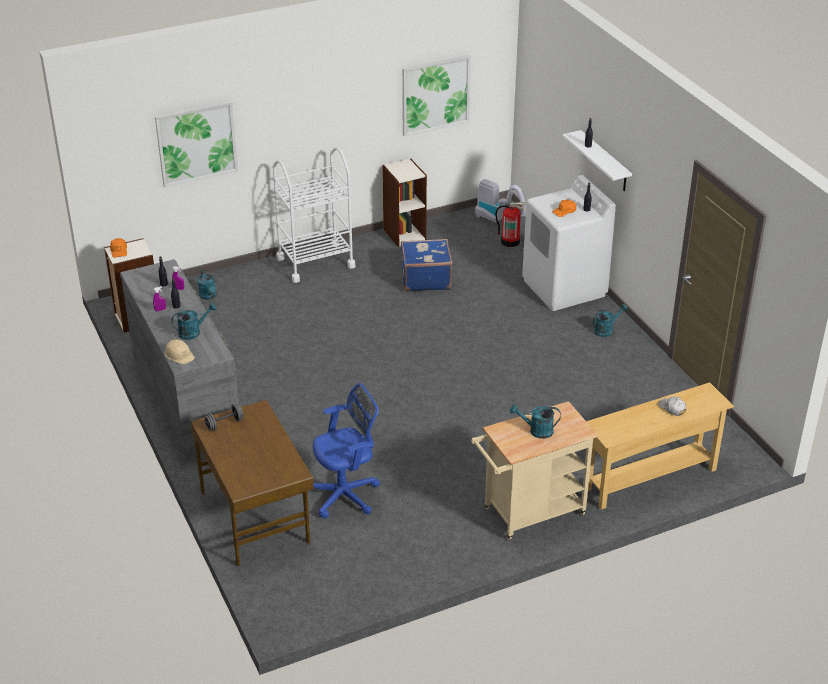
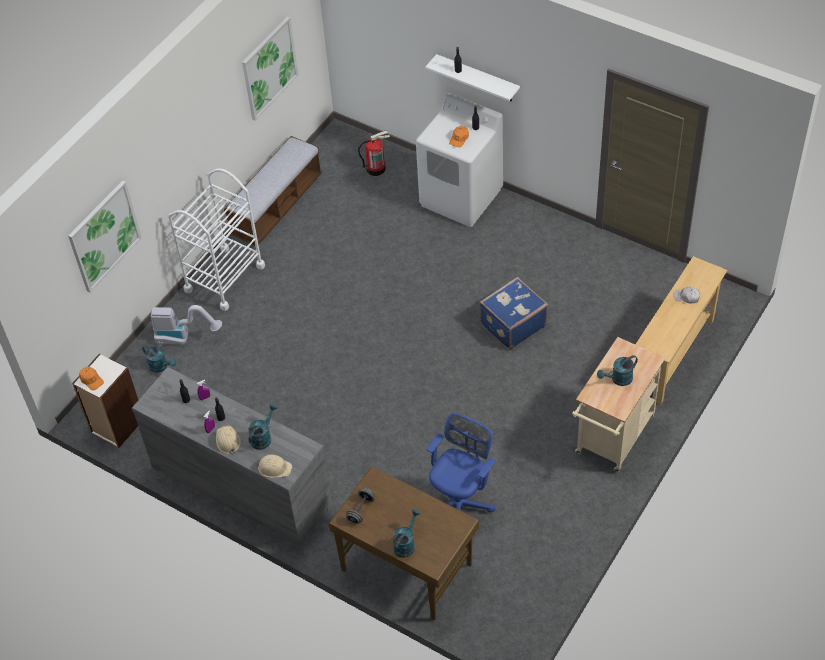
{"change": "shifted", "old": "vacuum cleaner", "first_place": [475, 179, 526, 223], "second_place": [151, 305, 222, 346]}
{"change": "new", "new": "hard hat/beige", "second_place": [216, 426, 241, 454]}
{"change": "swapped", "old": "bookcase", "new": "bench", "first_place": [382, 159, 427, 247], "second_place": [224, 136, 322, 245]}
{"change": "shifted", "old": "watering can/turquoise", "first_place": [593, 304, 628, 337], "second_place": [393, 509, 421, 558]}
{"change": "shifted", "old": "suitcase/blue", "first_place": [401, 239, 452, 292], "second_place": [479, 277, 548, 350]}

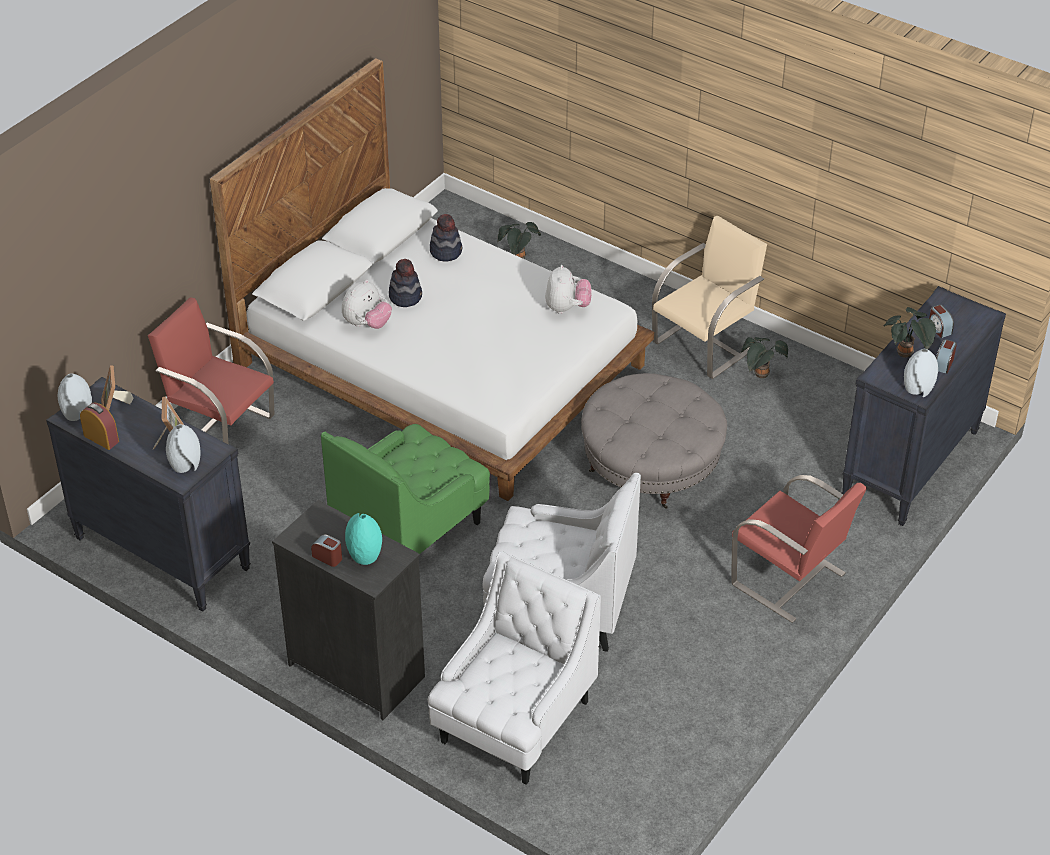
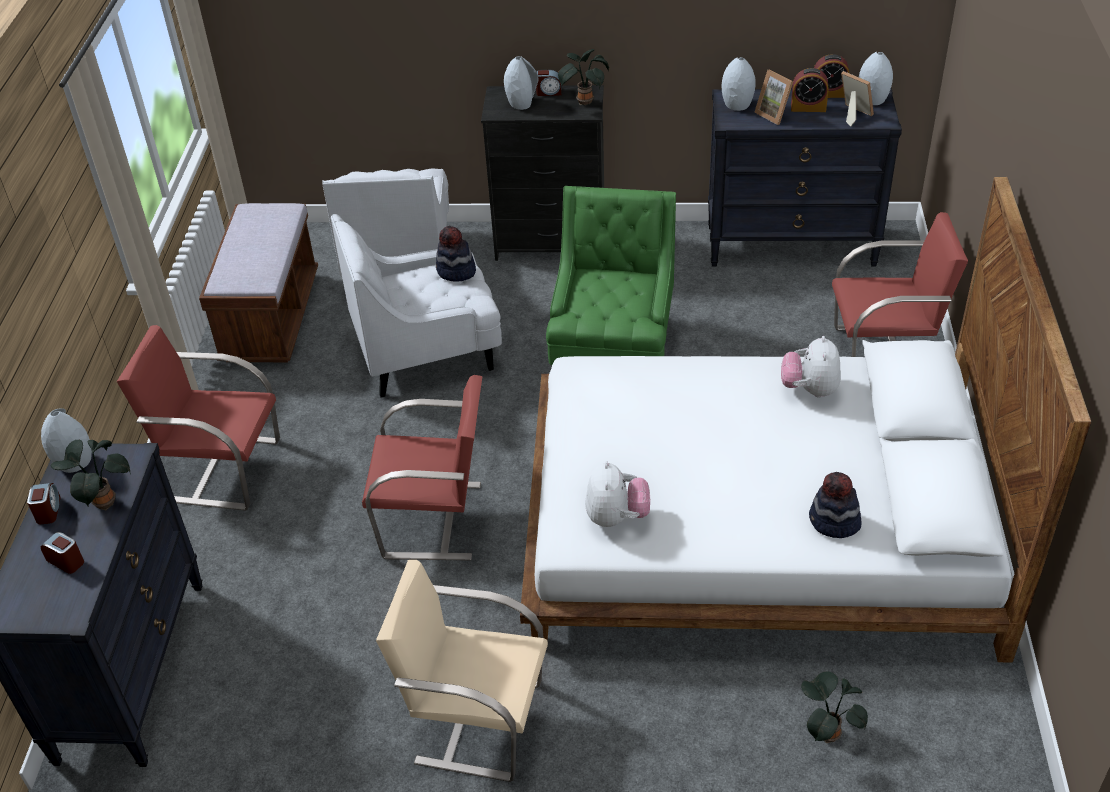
{"change": "new", "new": "bench/brown", "second_place": [199, 203, 318, 362]}
{"change": "swapped", "old": "ottoman/grey", "new": "chair/red", "first_place": [581, 373, 727, 509], "second_place": [362, 375, 483, 561]}
{"change": "rotated", "old": "chair/beige", "first_place": [652, 216, 767, 379], "second_place": [376, 560, 548, 782], "degrees": 90}
{"change": "shifted", "old": "hat", "first_place": [389, 259, 422, 307], "second_place": [436, 226, 476, 282]}
{"change": "repainted", "old": "vase/turquoise", "new": "vase/grey", "first_place": [345, 513, 382, 565], "second_place": [504, 56, 538, 110]}
{"change": "shifted", "old": "potted plant", "first_place": [741, 337, 788, 379], "second_place": [558, 49, 609, 105]}
{"change": "rotated", "old": "plush toy", "first_place": [545, 265, 592, 314], "second_place": [585, 461, 650, 527], "degrees": -150}
{"change": "new", "new": "alarm clock", "second_place": [791, 68, 828, 112]}

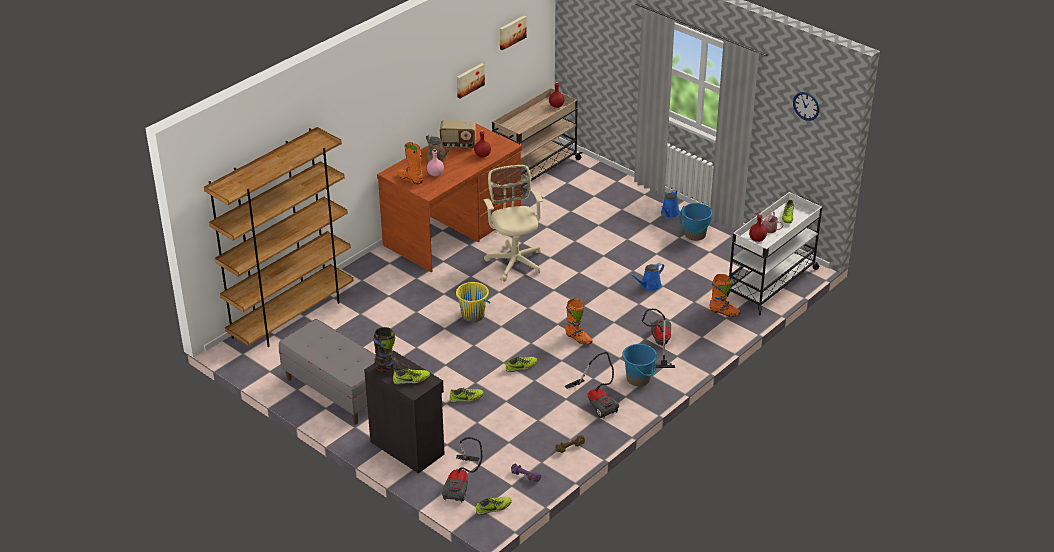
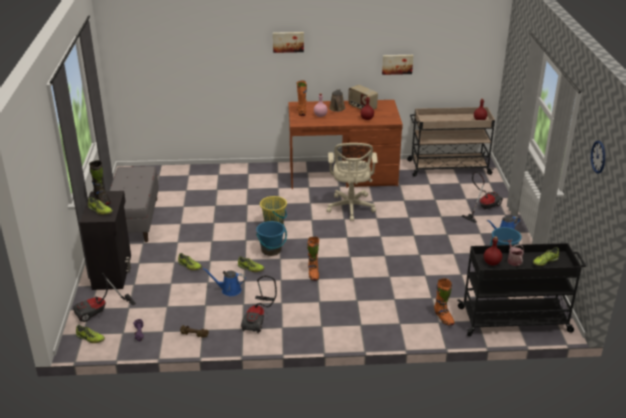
{"change": "shifted", "old": "watering can/blue", "first_place": [630, 263, 664, 291], "second_place": [203, 268, 246, 296]}
{"change": "shifted", "old": "bucket/blue", "first_place": [622, 343, 657, 386], "second_place": [256, 221, 287, 256]}
{"change": "shifted", "old": "picture", "first_place": [500, 16, 526, 50], "second_place": [273, 32, 304, 53]}
{"change": "rotated", "old": "office chair/beige", "first_place": [483, 165, 543, 282], "second_place": [326, 143, 378, 221], "degrees": 150}
{"change": "repainted", "old": "cart/white", "new": "cart/black", "first_place": [727, 192, 822, 315], "second_place": [457, 243, 586, 337]}
{"change": "shifted", "old": "vacuum cleaner", "first_place": [642, 309, 675, 368], "second_place": [461, 172, 503, 223]}
{"change": "gone", "old": "bookcase/brown", "first_place": [204, 127, 353, 347]}

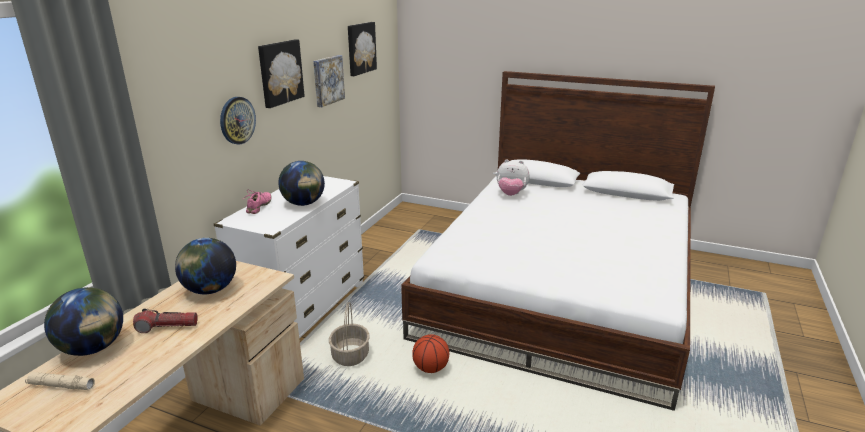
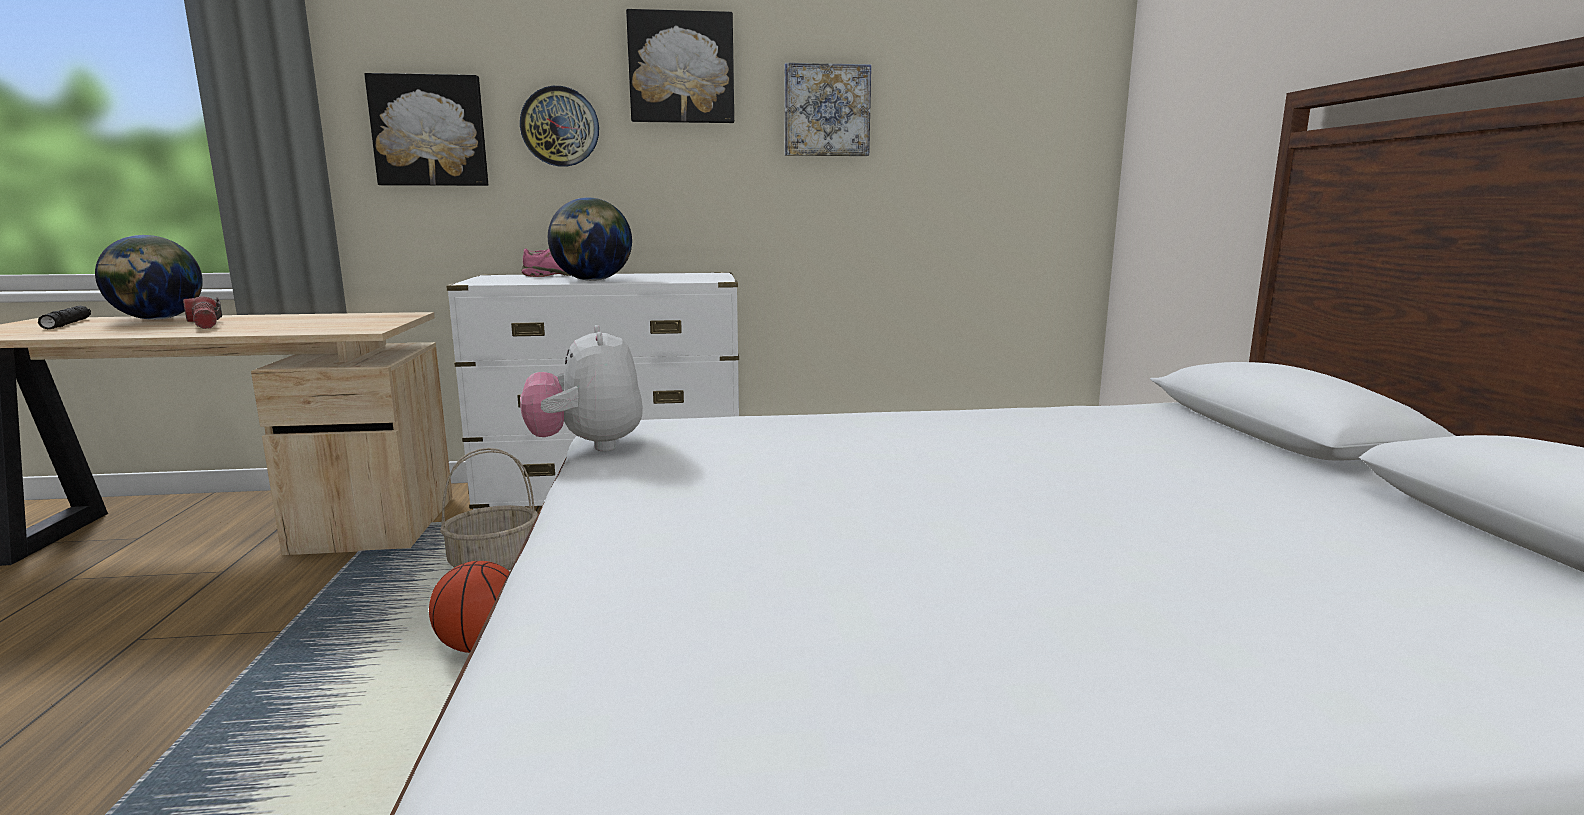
{"change": "repainted", "old": "flashlight/beige", "new": "flashlight/black", "first_place": [25, 372, 95, 390], "second_place": [38, 305, 91, 329]}
{"change": "shifted", "old": "picture", "first_place": [348, 22, 377, 76], "second_place": [364, 73, 488, 186]}
{"change": "shifted", "old": "plush toy", "first_place": [497, 159, 530, 196], "second_place": [520, 325, 643, 451]}
{"change": "gone", "old": "globe", "first_place": [175, 238, 236, 294]}

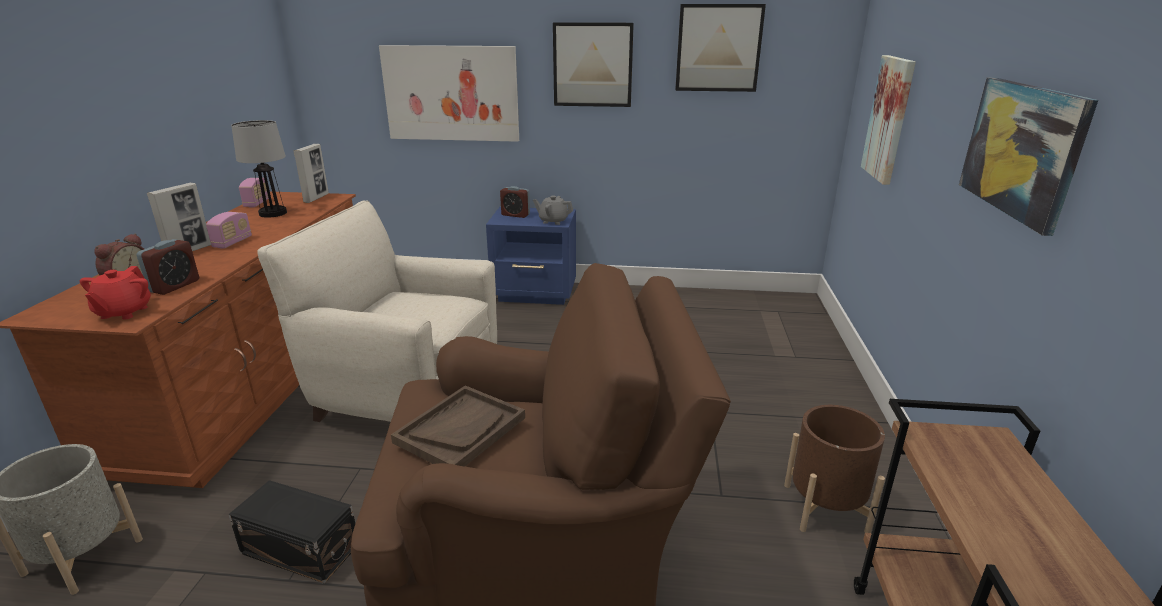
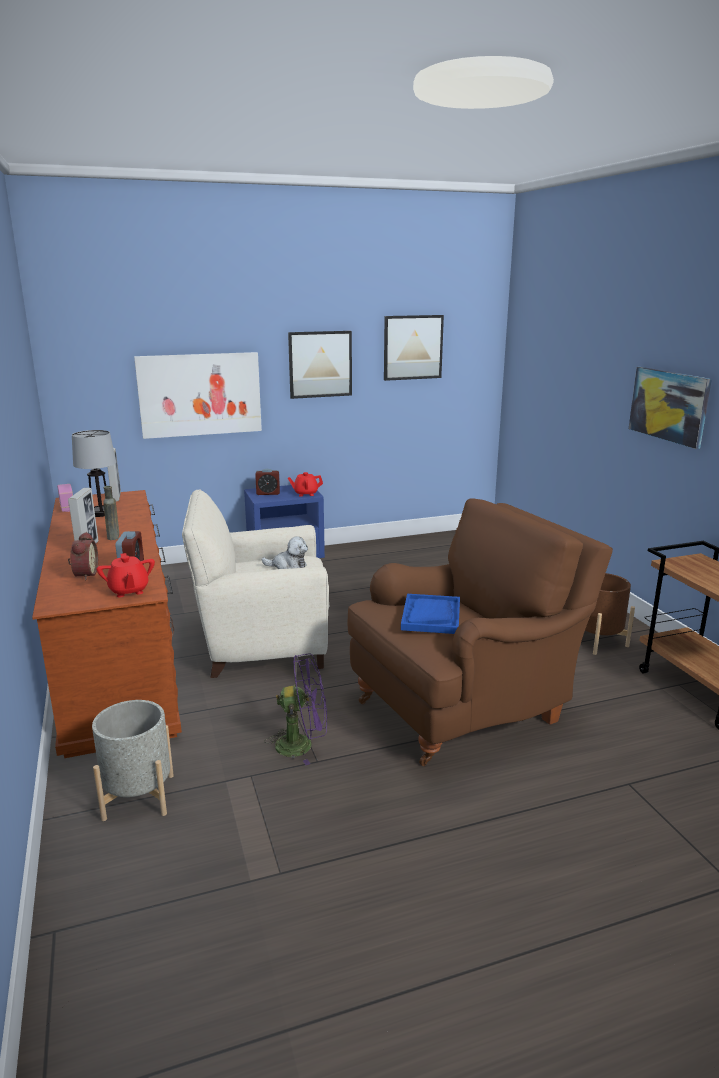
{"change": "swapped", "old": "radio", "new": "bottle/brown", "first_place": [206, 212, 252, 249], "second_place": [103, 486, 119, 540]}
{"change": "new", "new": "plush toy", "second_place": [262, 536, 308, 569]}
{"change": "swapped", "old": "storage box/black", "new": "fan/purple", "first_place": [228, 480, 355, 583], "second_place": [264, 653, 327, 765]}
{"change": "repainted", "old": "teapot/grey", "new": "teapot/red", "first_place": [533, 196, 573, 225], "second_place": [288, 472, 323, 496]}
{"change": "repainted", "old": "tray/brown", "new": "tray/blue", "first_place": [391, 386, 525, 467], "second_place": [401, 594, 460, 634]}
{"change": "gone", "old": "picture", "first_place": [861, 55, 916, 185]}

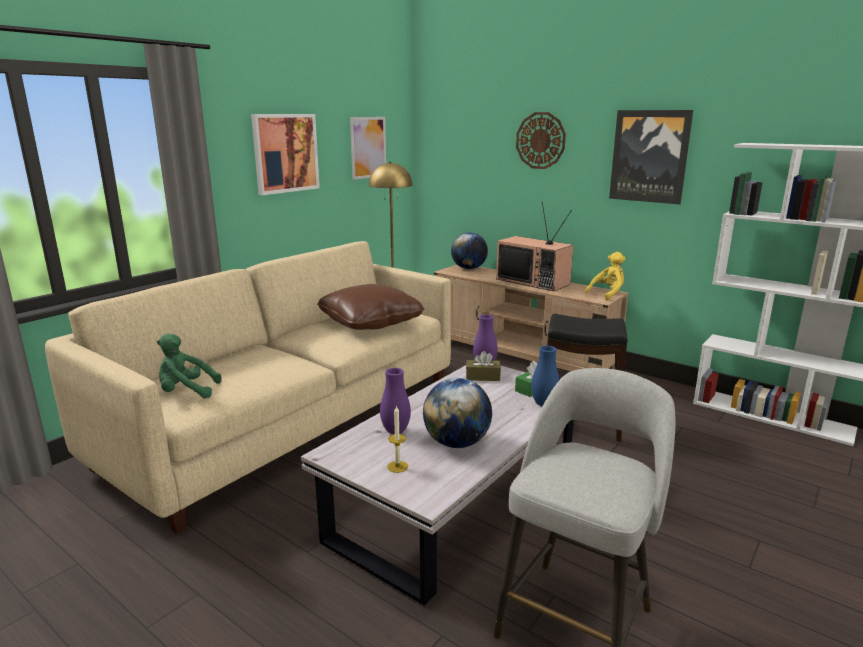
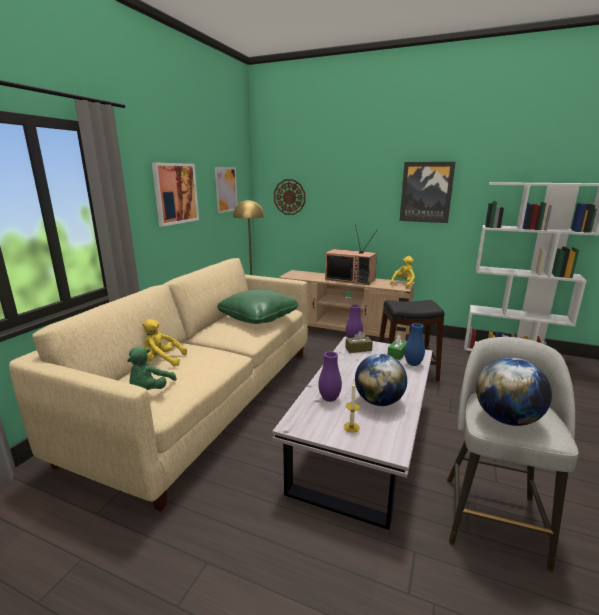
{"change": "rotated", "old": "plush toy/green", "first_place": [157, 334, 222, 398], "second_place": [127, 347, 177, 390], "degrees": -60}
{"change": "new", "new": "plush toy/yellow", "second_place": [142, 319, 187, 366]}
{"change": "repainted", "old": "pillow/brown", "new": "pillow/green", "first_place": [317, 284, 424, 330], "second_place": [217, 289, 299, 324]}
{"change": "shifted", "old": "wall clock", "first_place": [516, 112, 566, 169], "second_place": [274, 179, 305, 215]}
{"change": "shifted", "old": "globe", "first_place": [451, 232, 488, 269], "second_place": [476, 358, 552, 426]}

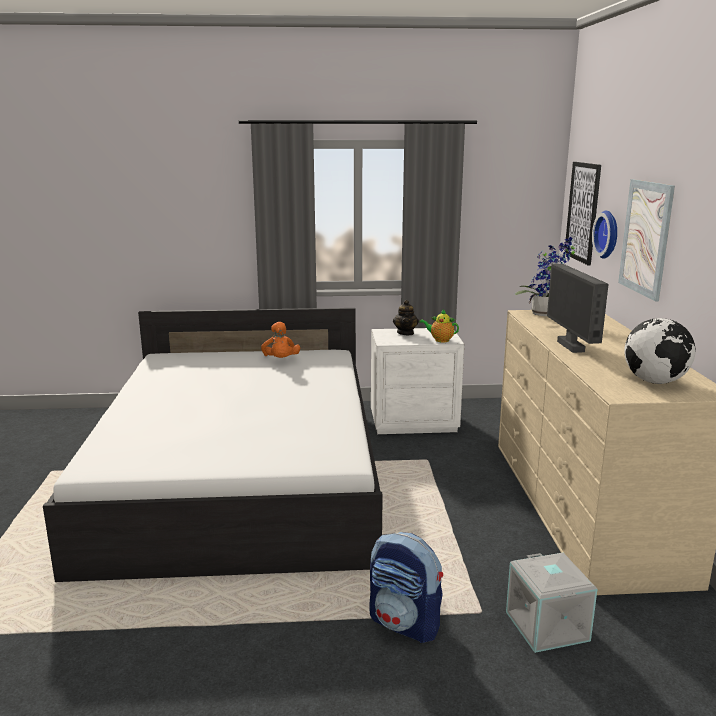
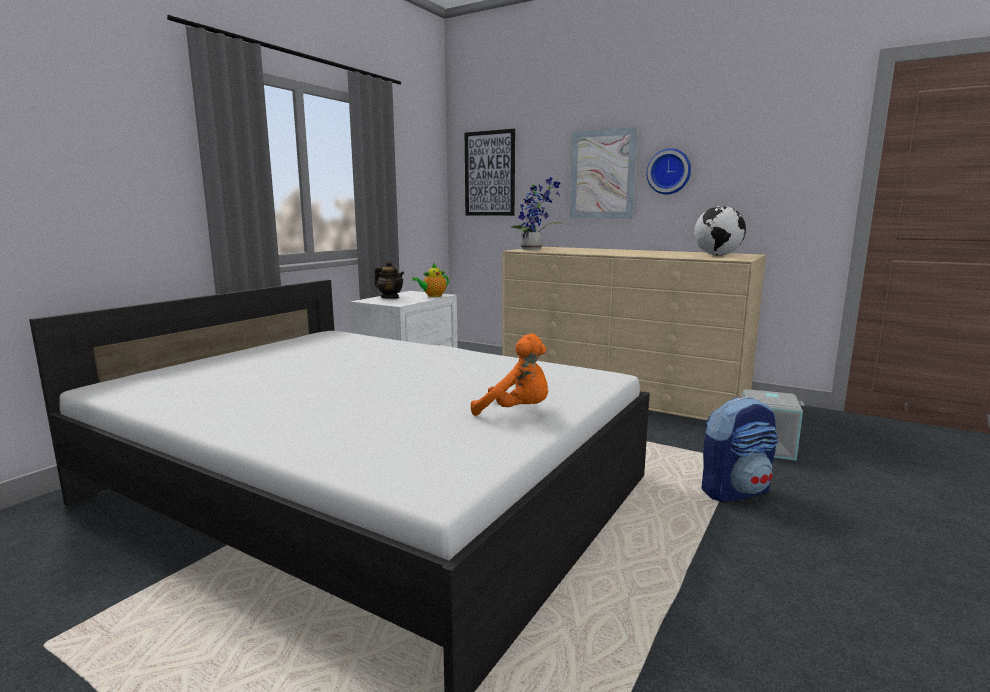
{"change": "shifted", "old": "plush toy/orange", "first_place": [261, 322, 300, 358], "second_place": [471, 333, 548, 416]}
{"change": "shifted", "old": "wall clock", "first_place": [592, 210, 617, 259], "second_place": [647, 148, 691, 195]}
{"change": "gone", "old": "monitor", "first_place": [547, 264, 609, 353]}

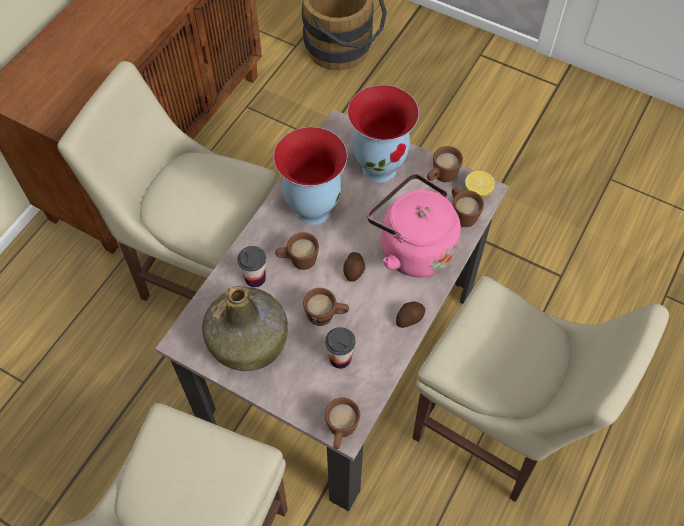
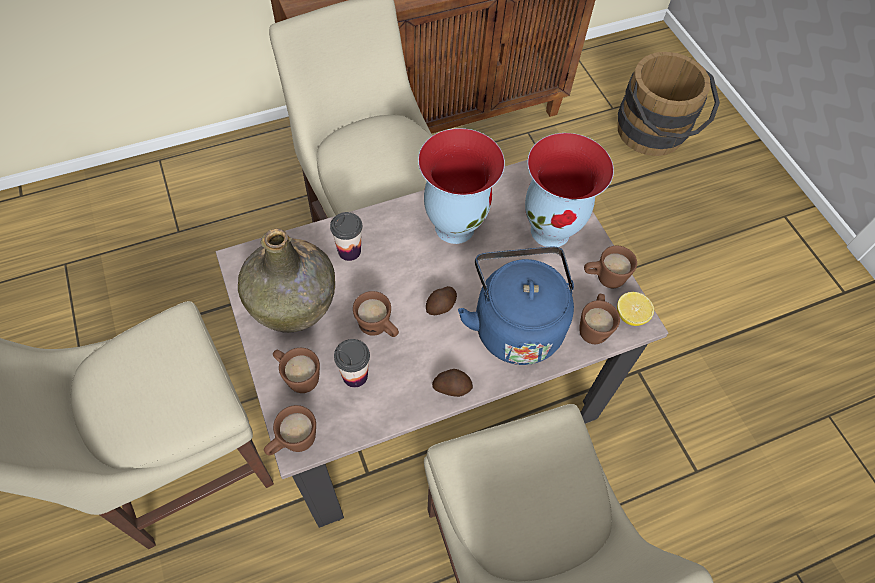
{"change": "shifted", "old": "mug/brown", "first_place": [275, 232, 319, 270], "second_place": [273, 348, 320, 393]}
{"change": "repainted", "old": "kettle/pink", "new": "kettle/blue", "first_place": [367, 174, 461, 277], "second_place": [458, 247, 574, 365]}

